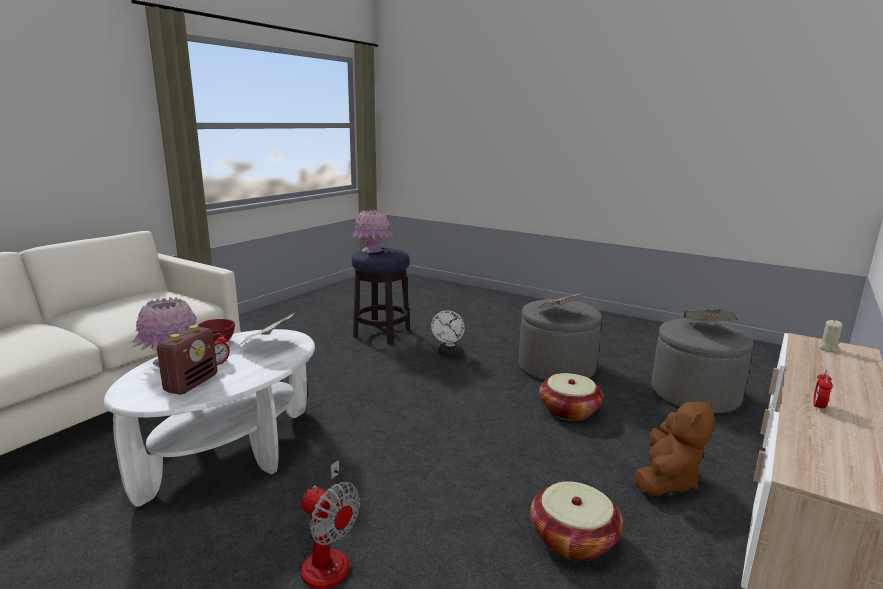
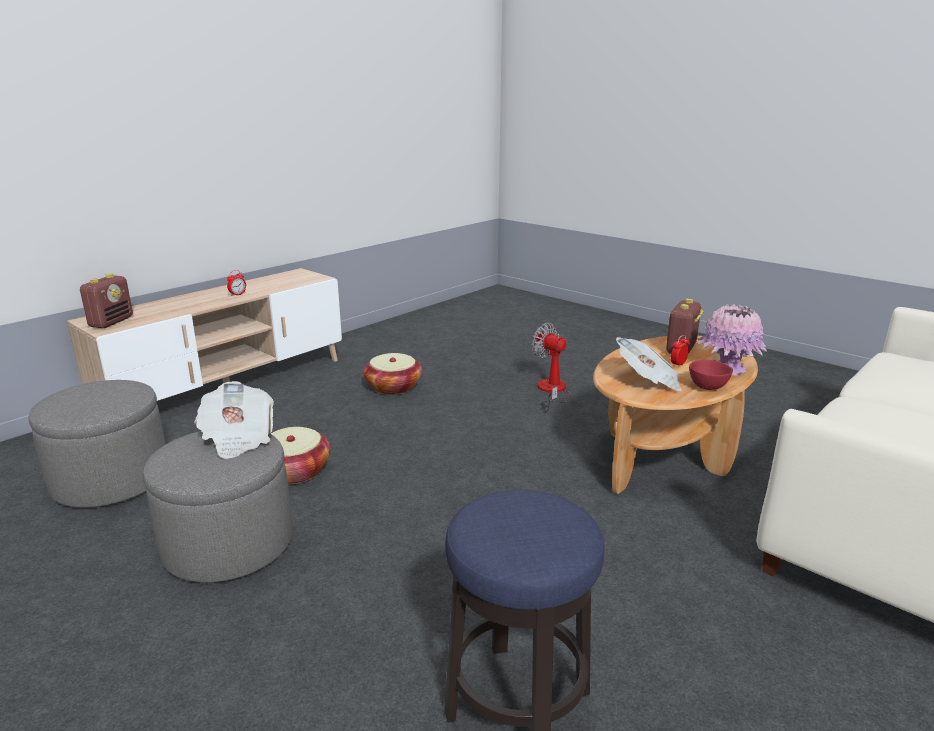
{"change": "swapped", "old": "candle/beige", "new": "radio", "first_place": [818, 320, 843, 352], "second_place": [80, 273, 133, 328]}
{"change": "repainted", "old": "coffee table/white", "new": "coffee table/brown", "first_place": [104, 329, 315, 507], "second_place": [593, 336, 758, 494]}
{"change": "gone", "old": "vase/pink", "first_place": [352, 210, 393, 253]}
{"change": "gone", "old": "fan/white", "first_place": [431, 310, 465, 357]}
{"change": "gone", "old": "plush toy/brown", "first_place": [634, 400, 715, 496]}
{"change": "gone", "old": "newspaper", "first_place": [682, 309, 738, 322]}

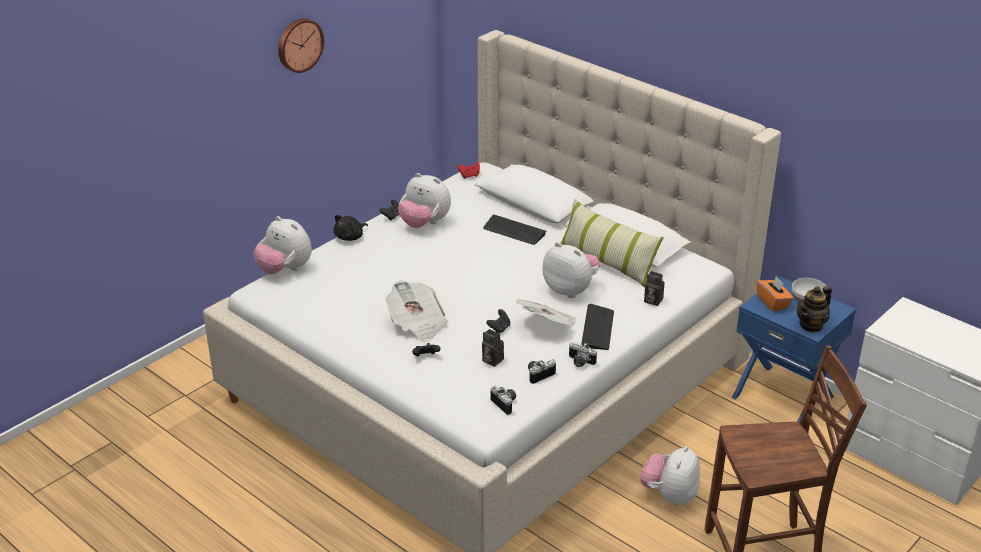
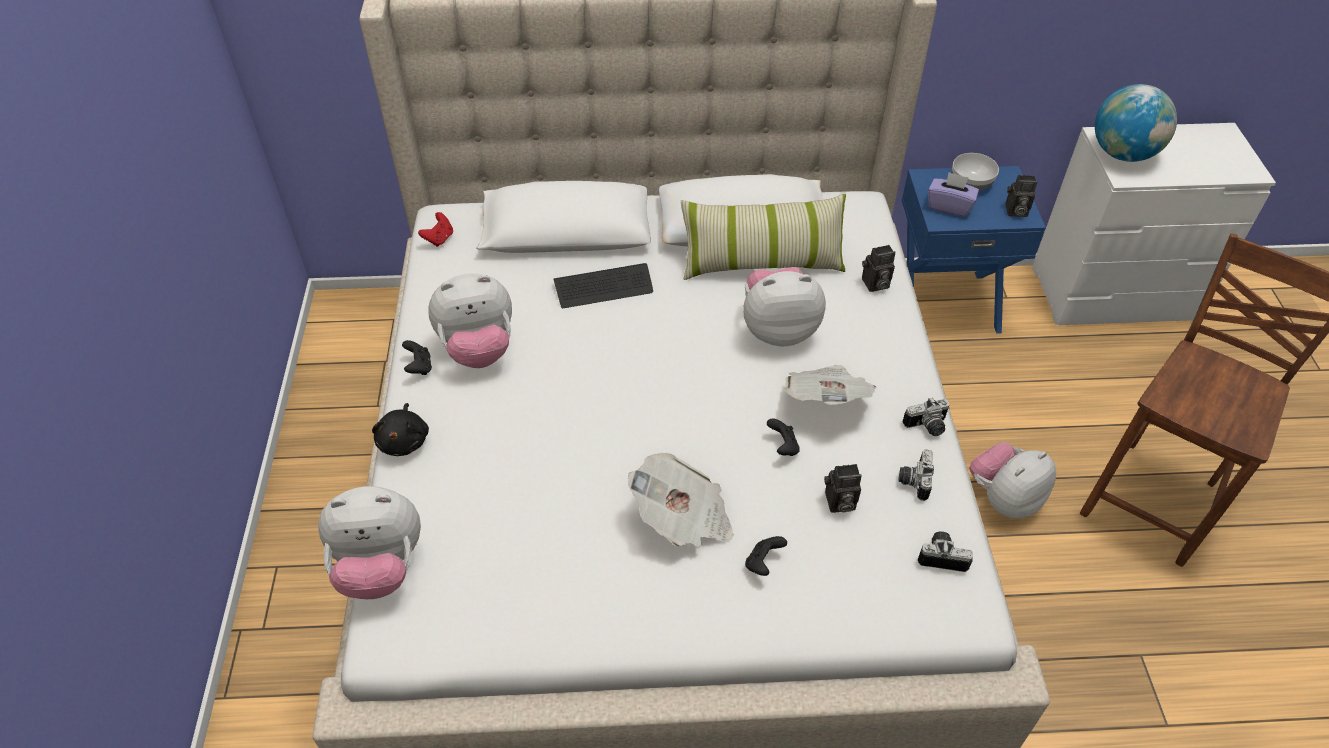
{"change": "repainted", "old": "tissue box/orange", "new": "tissue box/purple", "first_place": [757, 276, 793, 312], "second_place": [928, 172, 979, 217]}
{"change": "rotated", "old": "plush toy", "first_place": [640, 446, 700, 505], "second_place": [969, 442, 1056, 519], "degrees": 75}
{"change": "swapped", "old": "teapot", "new": "photo camera", "first_place": [797, 286, 832, 333], "second_place": [1006, 175, 1037, 217]}
{"change": "new", "new": "globe", "second_place": [1095, 84, 1177, 162]}
{"change": "gone", "old": "wall clock", "first_place": [278, 18, 324, 73]}
{"change": "gone", "old": "keyboard", "first_place": [581, 304, 614, 350]}

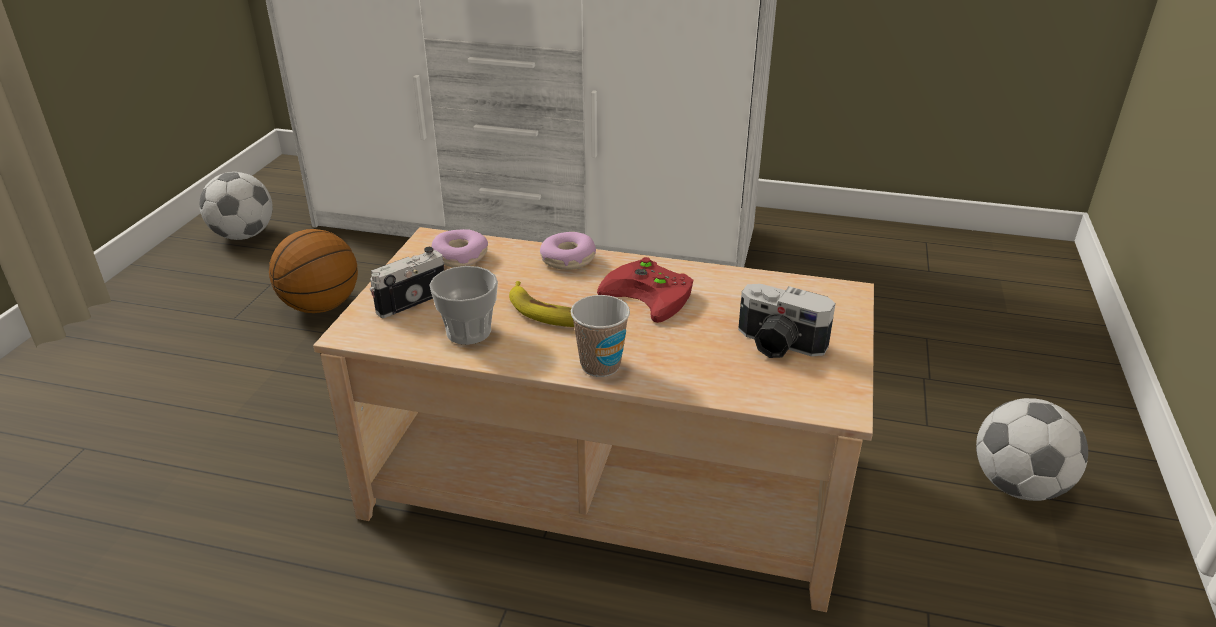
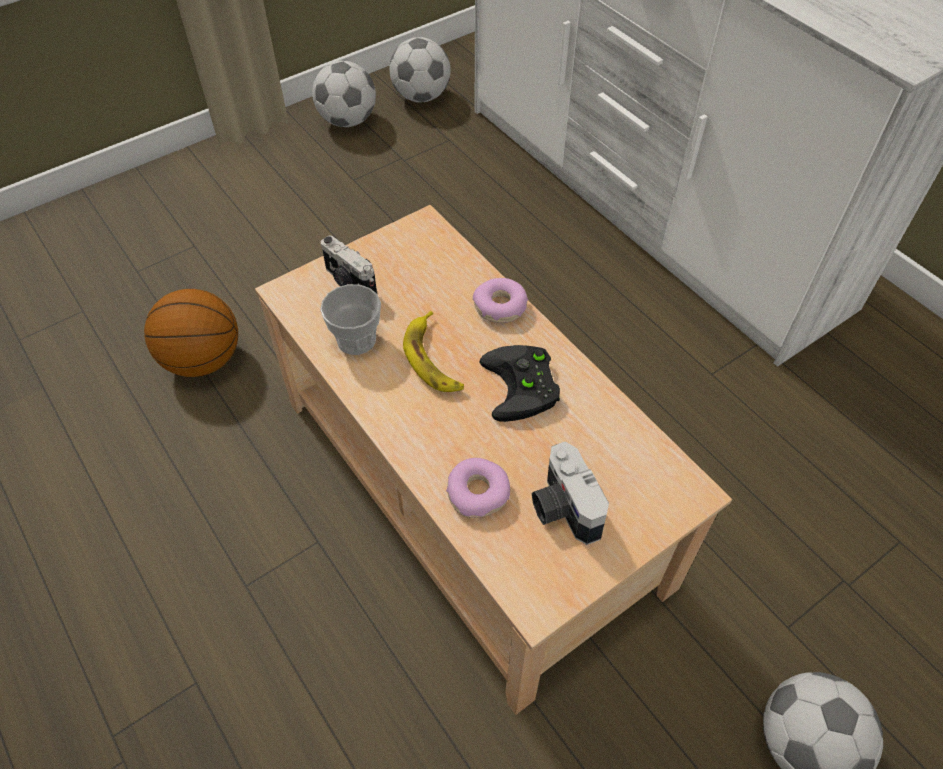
{"change": "shifted", "old": "basketball", "first_place": [269, 229, 358, 313], "second_place": [144, 289, 238, 377]}
{"change": "new", "new": "football", "second_place": [312, 61, 376, 127]}
{"change": "rotated", "old": "photo camera", "first_place": [370, 247, 445, 318], "second_place": [321, 235, 377, 294], "degrees": -135}
{"change": "shifted", "old": "donut", "first_place": [432, 229, 488, 268], "second_place": [446, 458, 510, 518]}
{"change": "repainted", "old": "game controller/red", "new": "game controller/black", "first_place": [597, 257, 693, 323], "second_place": [479, 345, 560, 422]}
{"change": "gone", "old": "cup", "first_place": [571, 295, 630, 377]}

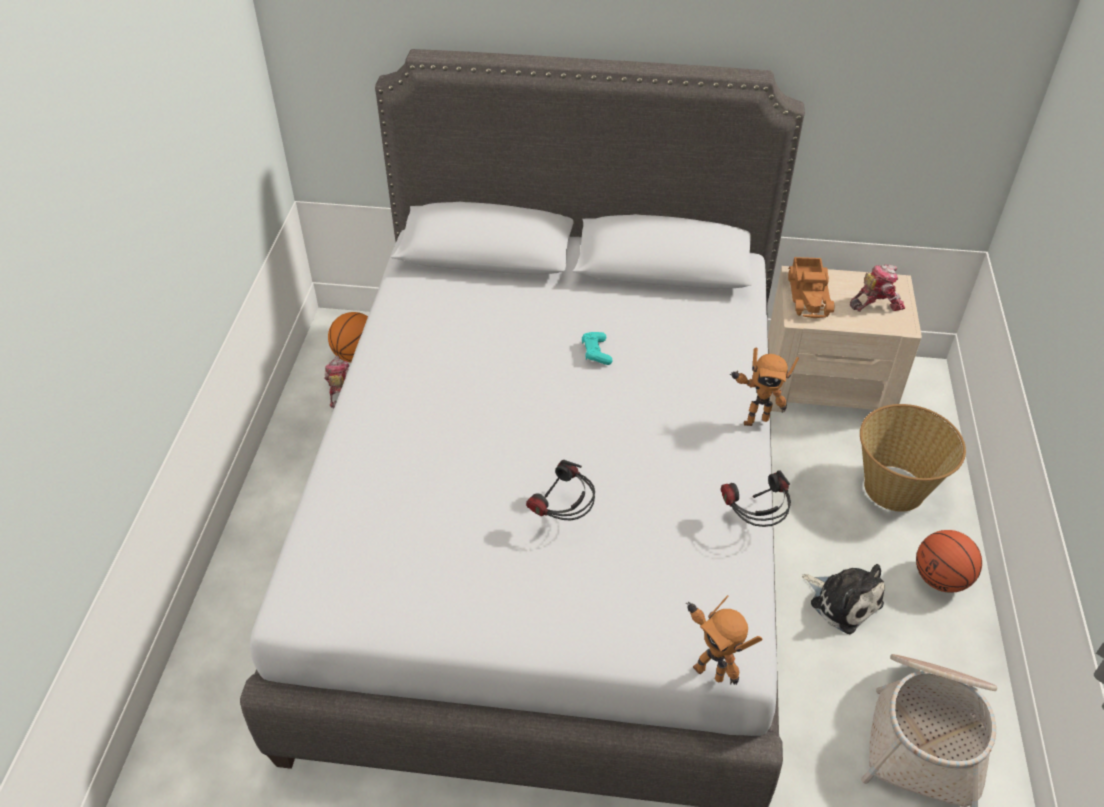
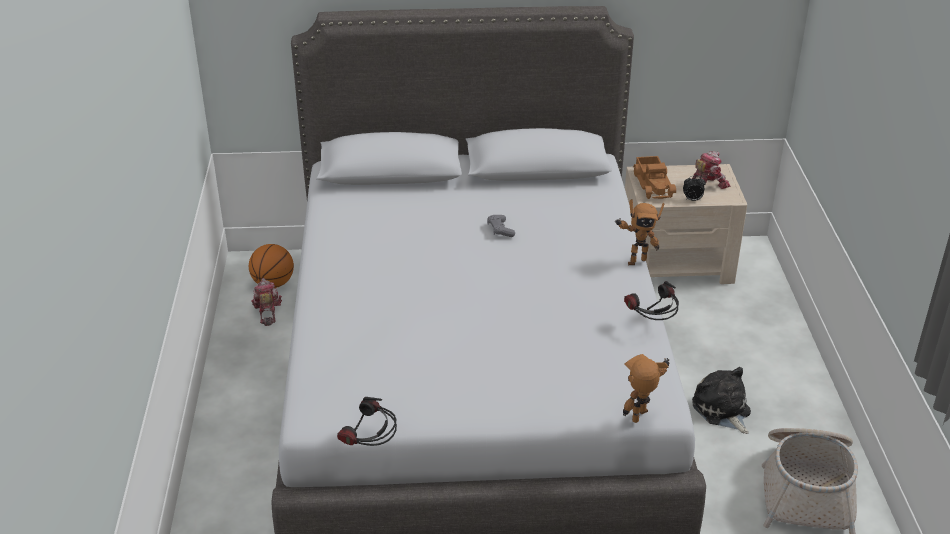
{"change": "shifted", "old": "headphones", "first_place": [526, 460, 595, 520], "second_place": [337, 397, 397, 446]}
{"change": "repainted", "old": "game controller/turquoise", "new": "game controller/grey", "first_place": [582, 332, 612, 365], "second_place": [487, 215, 515, 237]}
{"change": "rotated", "old": "toy robot", "first_place": [686, 595, 762, 685], "second_place": [623, 354, 669, 423], "degrees": 105}
{"change": "new", "new": "alarm clock", "second_place": [683, 176, 706, 201]}
{"change": "rotated", "old": "plush toy", "first_place": [802, 564, 885, 634], "second_place": [692, 367, 751, 434], "degrees": -150}
{"change": "gone", "old": "basket", "first_place": [860, 404, 966, 512]}
{"change": "gone", "old": "basketball", "first_place": [916, 530, 982, 593]}

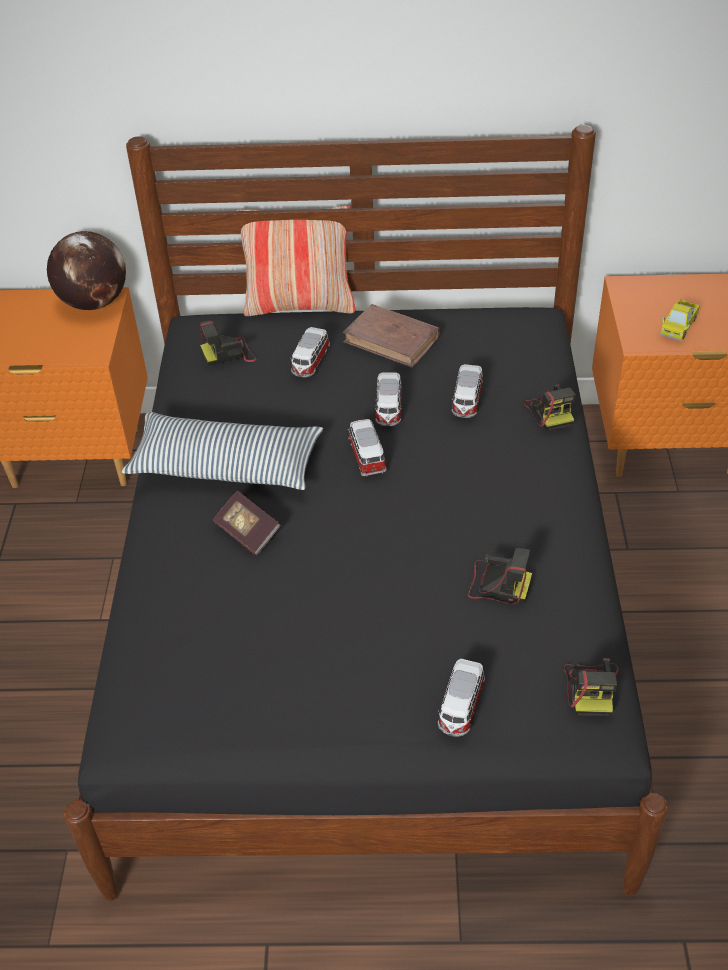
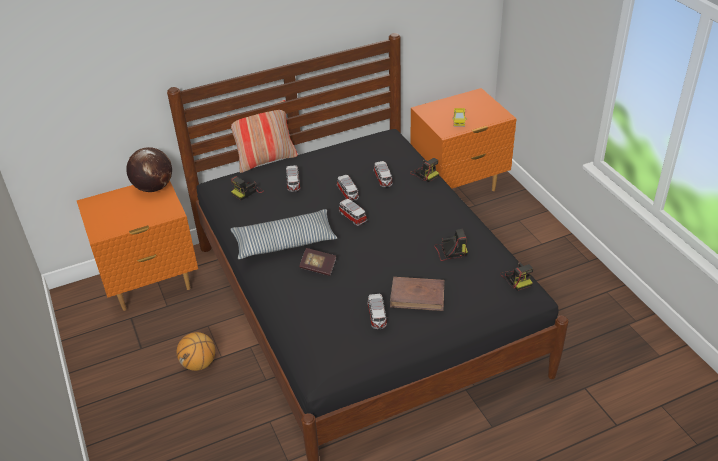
{"change": "new", "new": "basketball", "second_place": [177, 332, 215, 371]}
{"change": "shifted", "old": "toy car", "first_place": [438, 659, 485, 737], "second_place": [367, 294, 387, 329]}
{"change": "shifted", "old": "book/brown", "first_place": [343, 304, 440, 368], "second_place": [390, 277, 444, 311]}

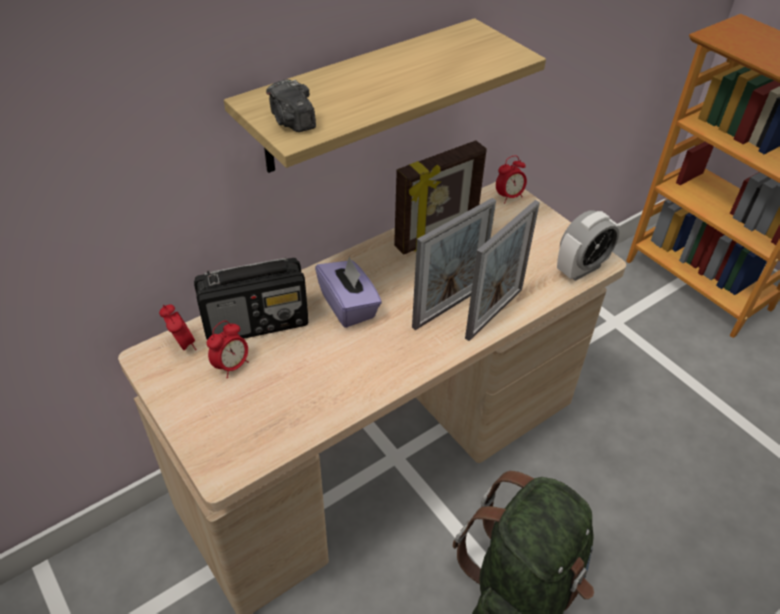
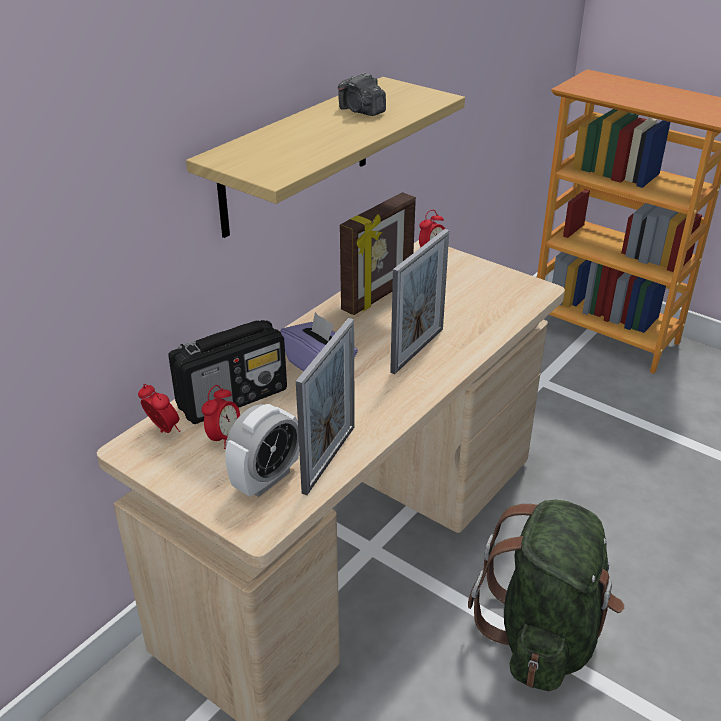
{"change": "shifted", "old": "alarm clock", "first_place": [557, 210, 619, 281], "second_place": [225, 404, 299, 497]}
{"change": "shifted", "old": "picture frame", "first_place": [465, 200, 540, 341], "second_place": [296, 318, 355, 495]}
{"change": "shifted", "old": "photo camera", "first_place": [266, 79, 316, 132], "second_place": [338, 73, 386, 116]}

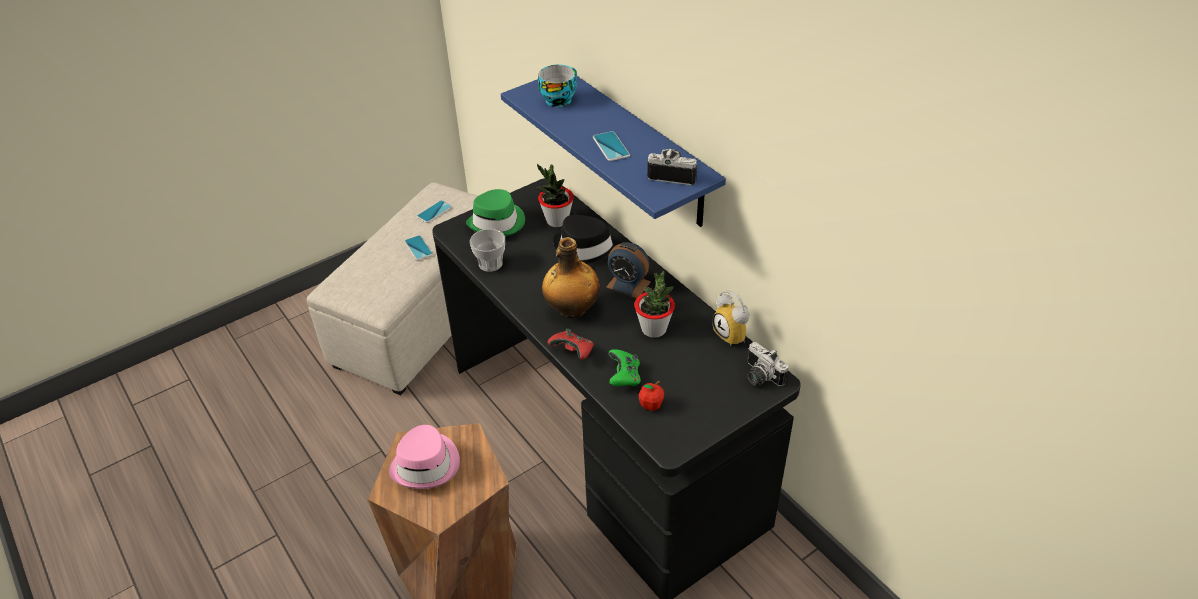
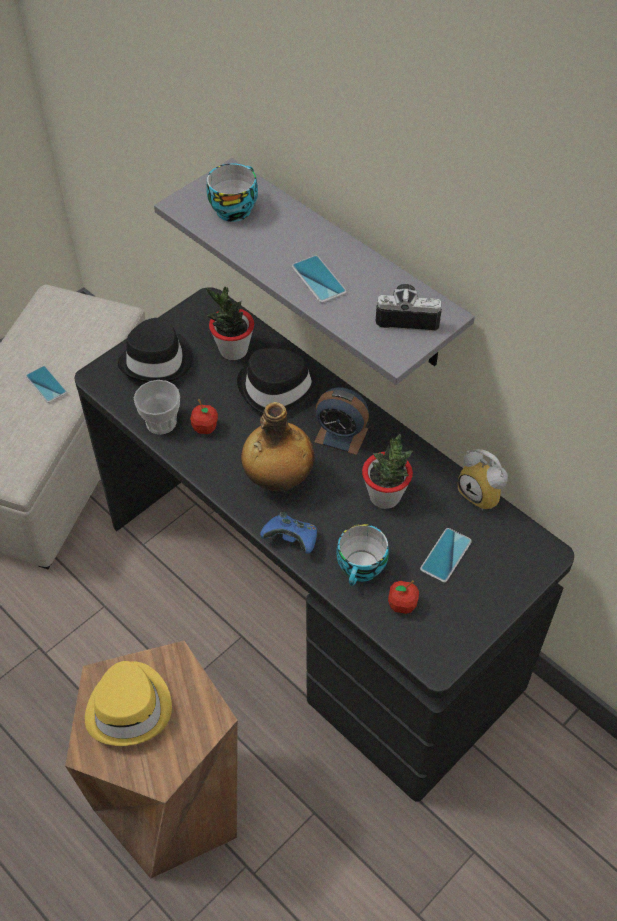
{"change": "repainted", "old": "hat/pink", "new": "hat/yellow", "first_place": [389, 425, 460, 489], "second_place": [85, 661, 172, 746]}
{"change": "repainted", "old": "hat/green", "new": "hat/black", "first_place": [466, 189, 525, 236], "second_place": [118, 318, 193, 383]}
{"change": "repainted", "old": "shelf/blue", "new": "shelf/grey", "first_place": [501, 76, 726, 227], "second_place": [154, 158, 475, 385]}
{"change": "new", "new": "apple", "second_place": [190, 399, 218, 434]}
{"change": "repainted", "old": "game controller/red", "new": "game controller/blue", "first_place": [548, 329, 594, 360], "second_place": [260, 512, 317, 554]}
{"change": "swapped", "old": "game controller/green", "new": "cup", "first_place": [609, 349, 641, 387], "second_place": [336, 524, 389, 586]}
{"change": "shifted", "old": "phone", "first_place": [417, 200, 452, 223], "second_place": [420, 528, 472, 582]}
{"change": "gone", "old": "photo camera", "first_place": [747, 342, 788, 386]}

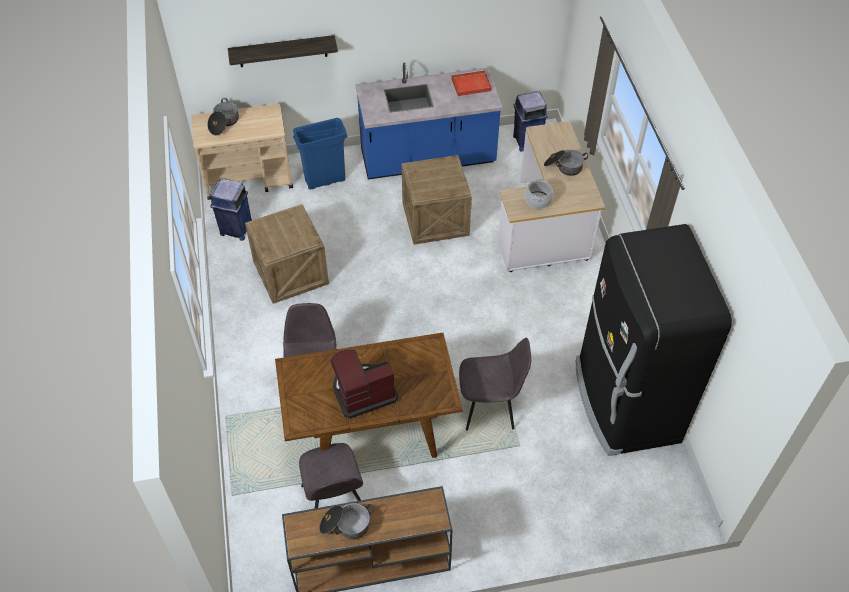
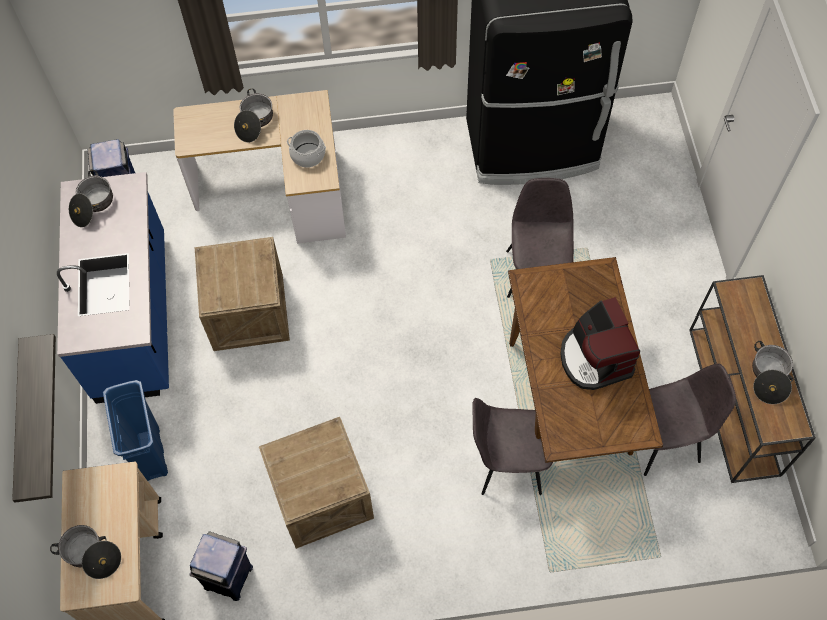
{"change": "swapped", "old": "tray/red", "new": "cooking pot", "first_place": [451, 70, 492, 96], "second_place": [69, 170, 113, 227]}

